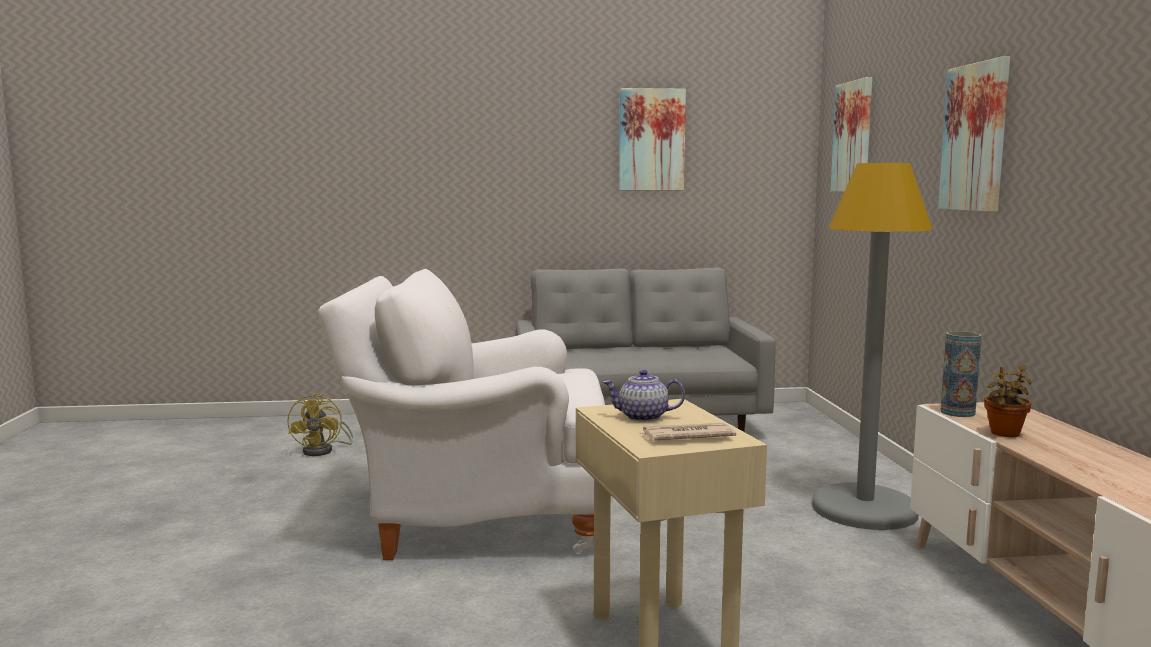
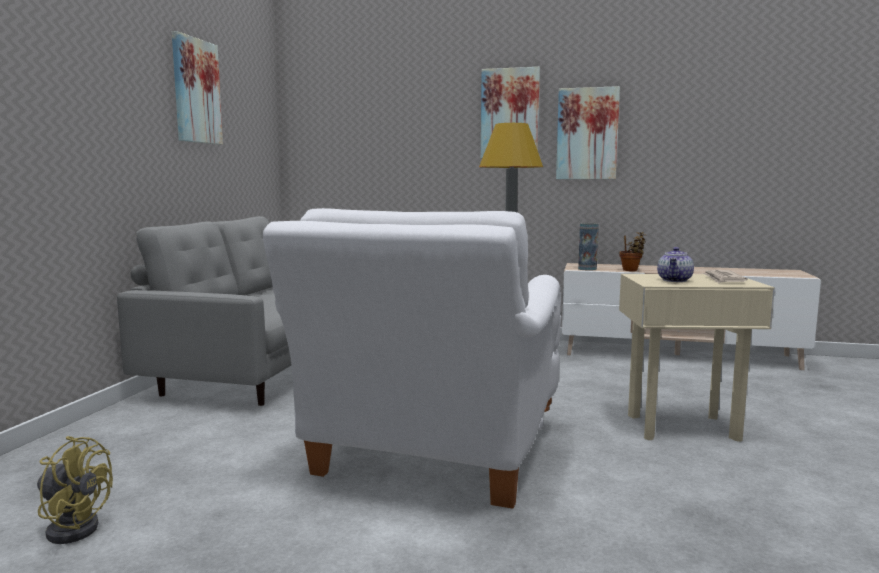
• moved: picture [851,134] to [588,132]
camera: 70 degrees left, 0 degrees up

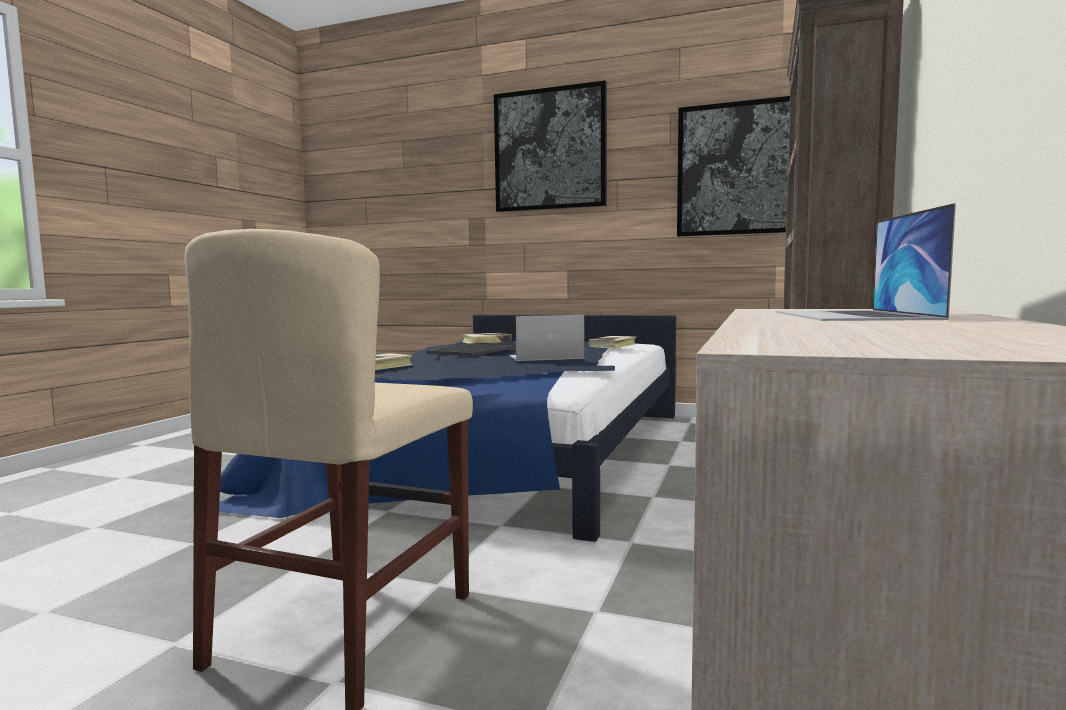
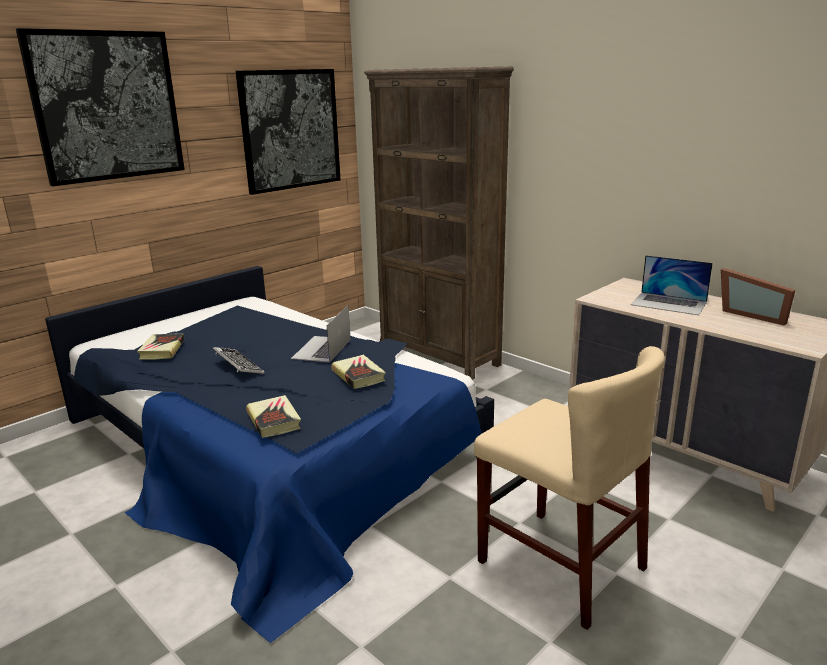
• added: standing frame [758,296]
• moved: bound book [612,342] to [358,372]
• replaced: serving tray [471,349] to keyboard [239,360]
camera: 65 degrees left, 15 degrees up

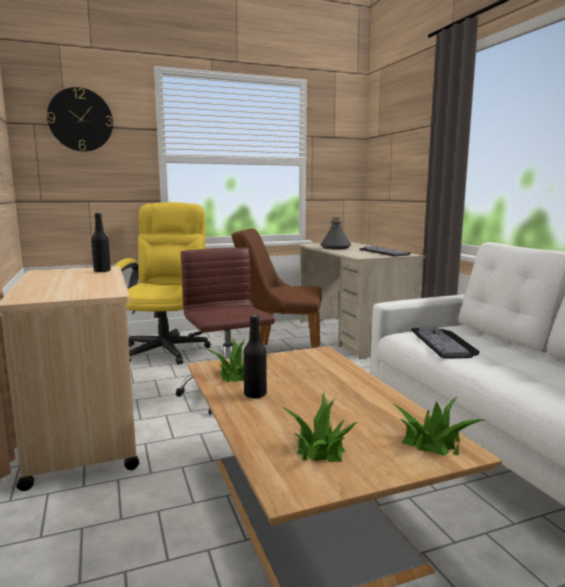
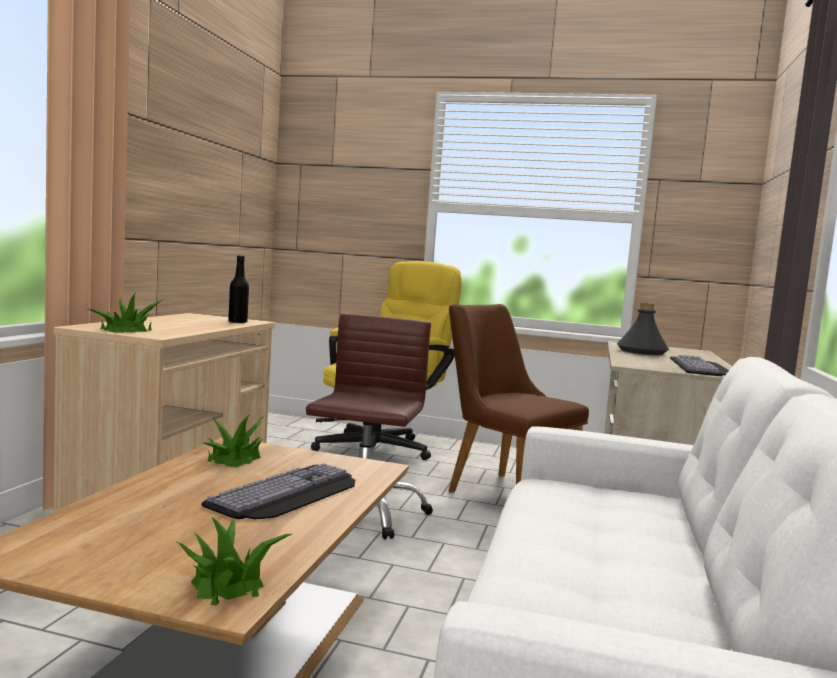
• removed: wall clock [80,119]
• removed: blackish bottle [255,356]
• moved: potted plant [320,427] to [125,312]
• moved: keyboard [445,342] to [278,491]
camera: 35 degrees right, 5 degrees down

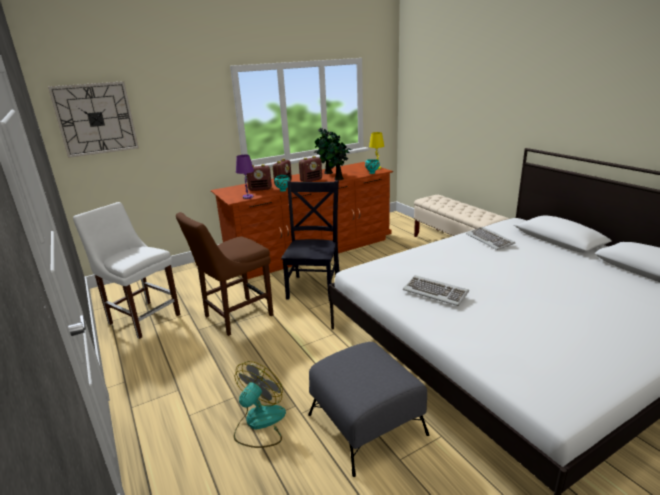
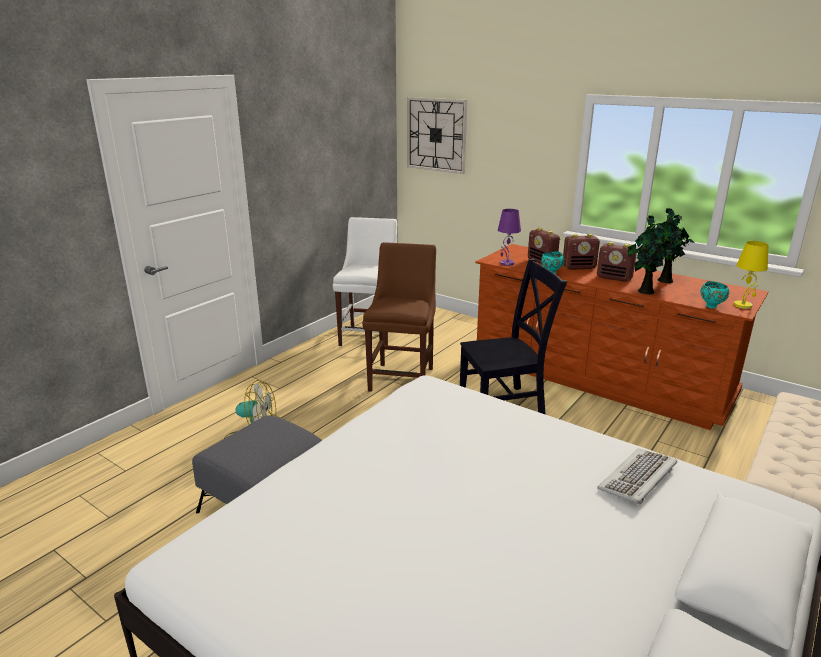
• removed: keyboard [436,290]
• turned: brown plain chair [224,274] = [399,317] 75 degrees clockwise
camera: 65 degrees right, 0 degrees up

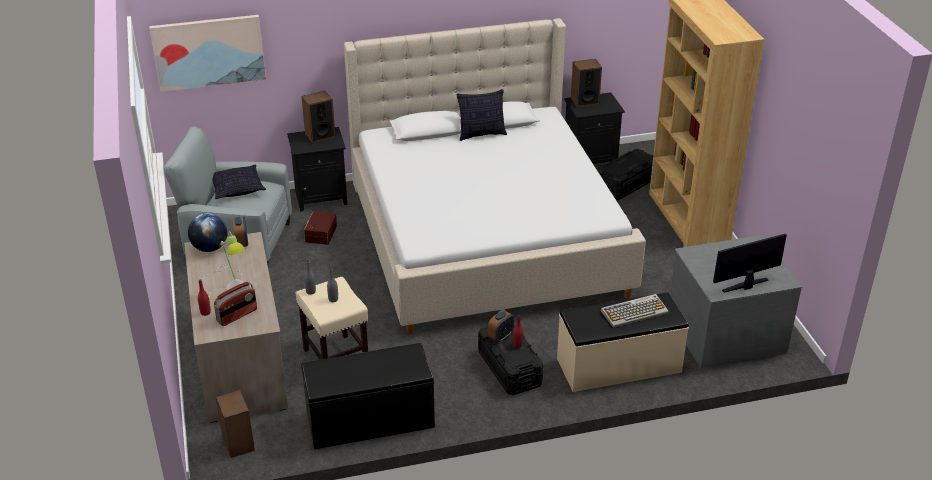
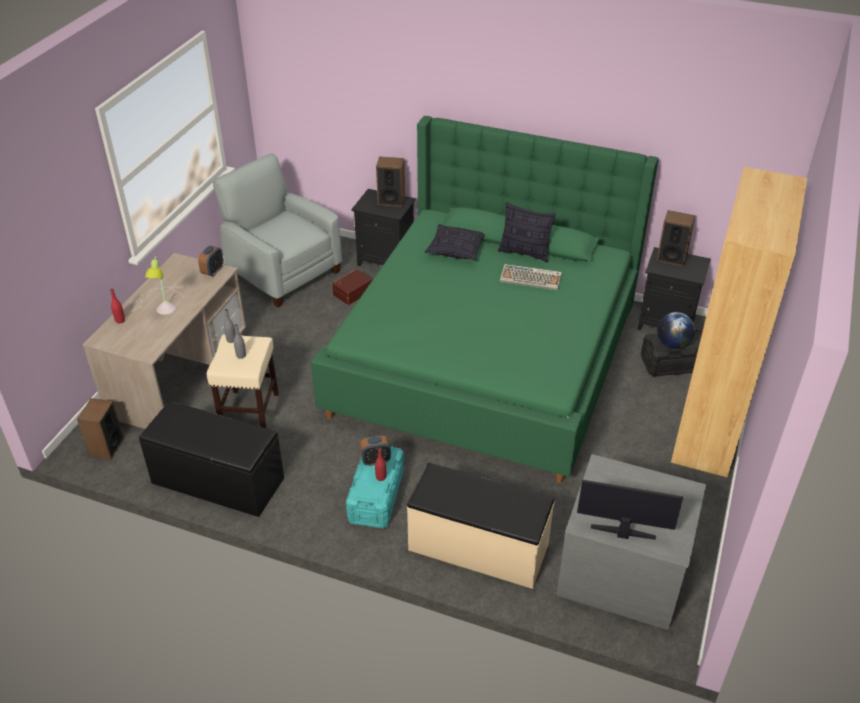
• removed: picture [207,53]
• removed: radio set [235,304]
• moved: world globe [207,232] to [676,330]
• moved: throw pillow [239,181] to [455,242]
• moved: keyboard [634,311] to [531,277]
• recoloured: beige-coloured sleeping bed [495,176] to green sleeping bed [484,299]
• recoloured: blackish storage container [510,360] to blue-green storage container [375,487]
camera: 35 degrees right, 5 degrees up

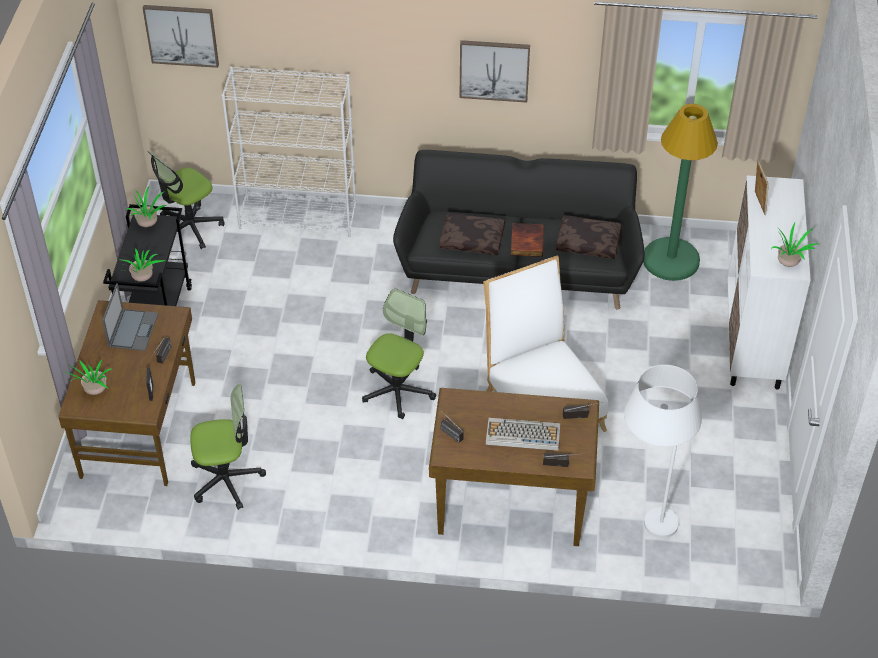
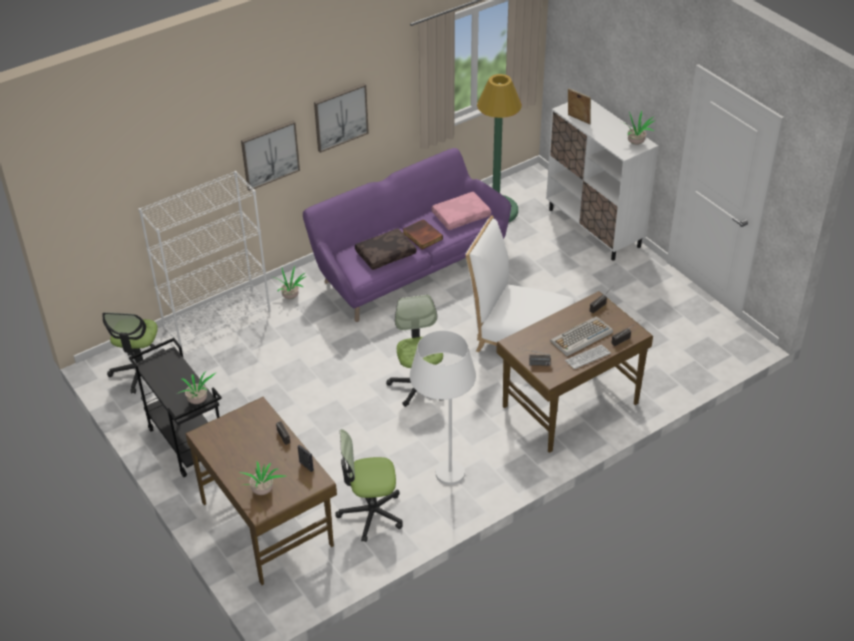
• removed: laptop [130,317]
• added: keyboard [588,357]
• moved: potted plant [146,206] to [290,282]
• moved: picture [181,36] to [270,156]
• moved: white-coloured standard lamp [663,451] to [443,407]
• recoloured: blackish couch [519,230] to purple couch [407,235]
• recoloured: brown throw pillow [589,237] to pink-coloured throw pillow [461,211]
• turned: office chair [228,447] = [369,485] 135 degrees counterclockwise
camera: 40 degrees left, 5 degrees down

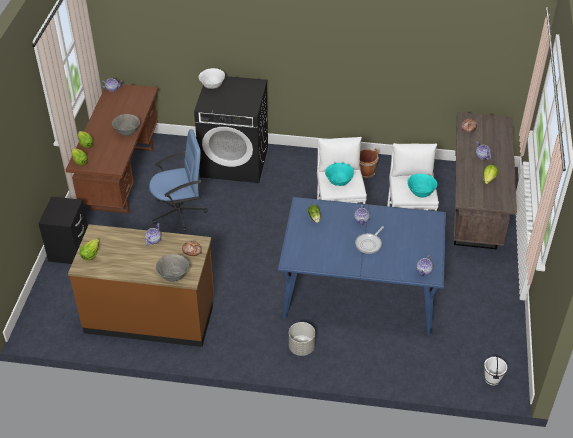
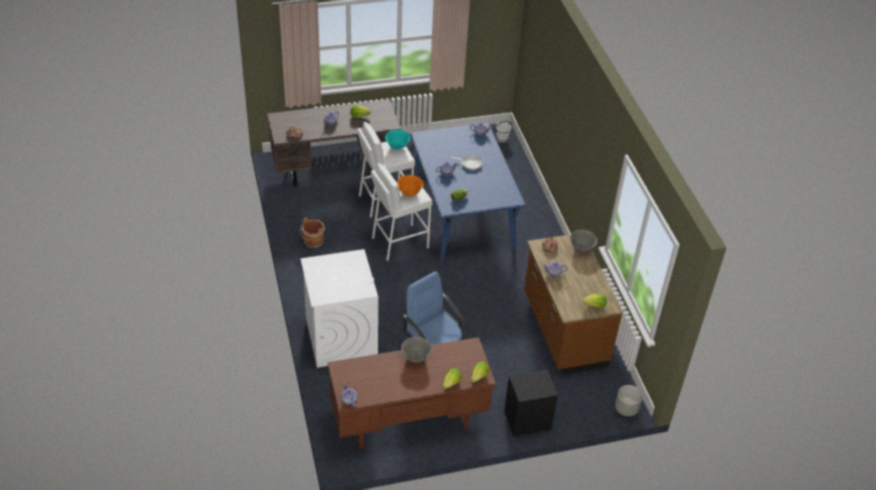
• removed: white-coloured serving bowl [212,78]
• moved: gray plant pot [302,339] to [629,400]
• recoloured: blackish washing machine [231,129] to white-coloured washing machine [339,308]
• recoloured: blue-green serving bowl [339,174] to orange serving bowl [410,185]
camera: 115 degrees left, 0 degrees up

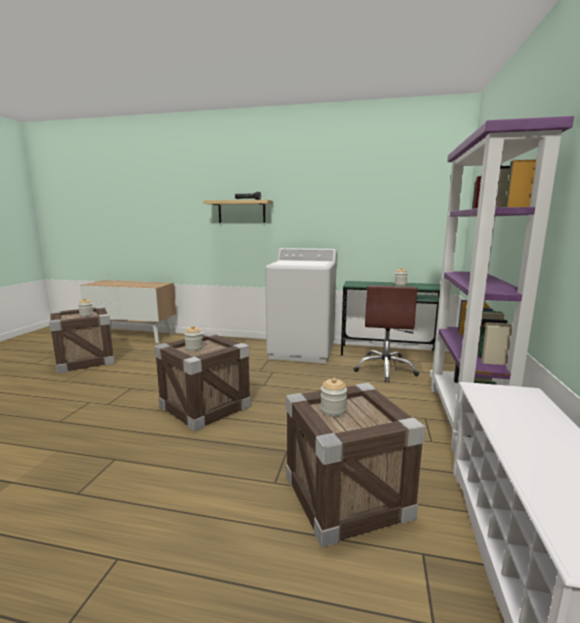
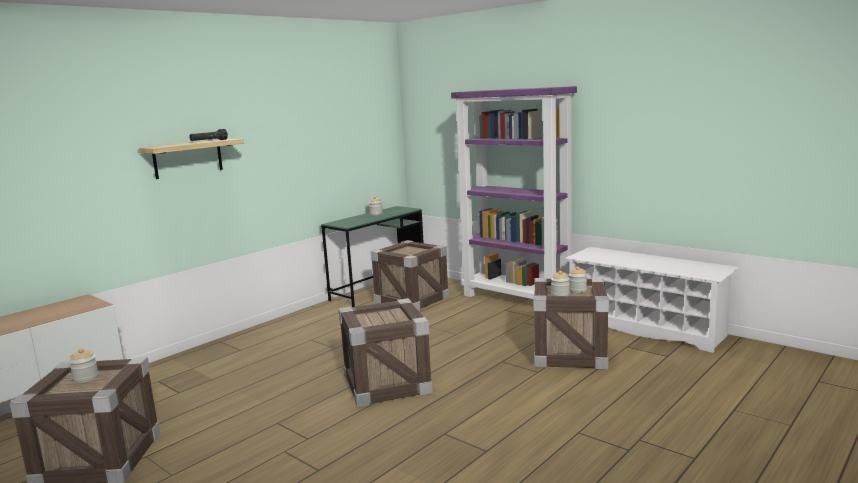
• removed: white-coloured washing machine [301,305]
• moved: jar [193,338] to [577,280]
• replaced: brown office chair [386,334] to packing crate [410,275]
camera: 60 degrees left, 0 degrees up

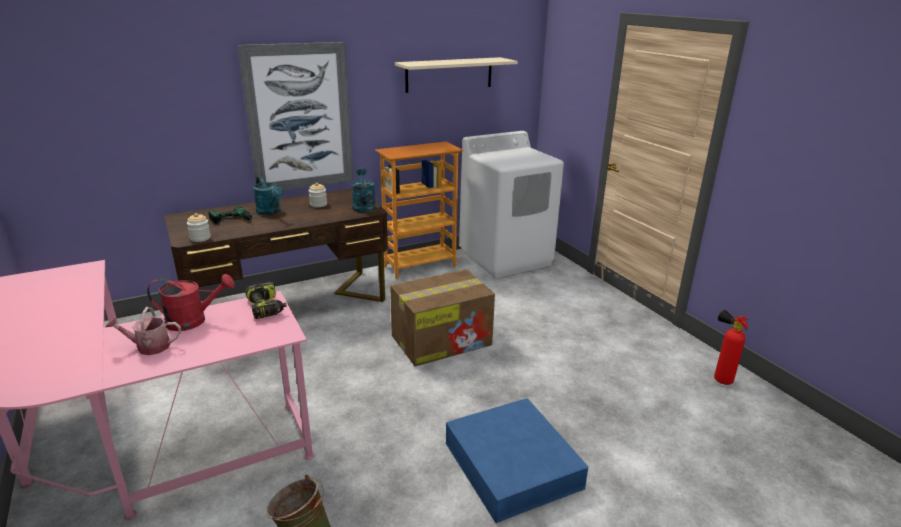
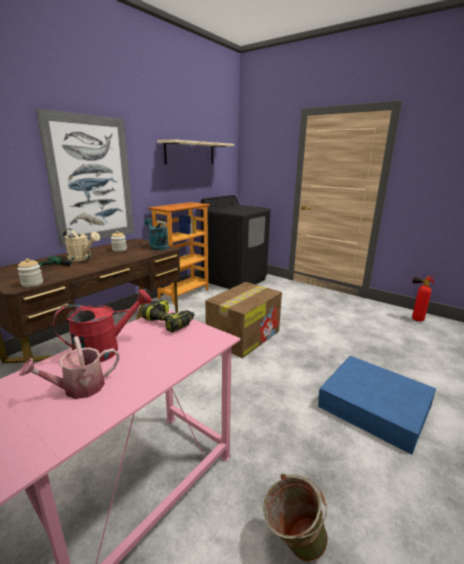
• recoloured: blue-green sprinkling can [268,195] to beige-coloured sprinkling can [81,244]
• recoloured: white-coloured washing machine [511,204] to blackish washing machine [235,242]
camera: 25 degrees left, 5 degrees down

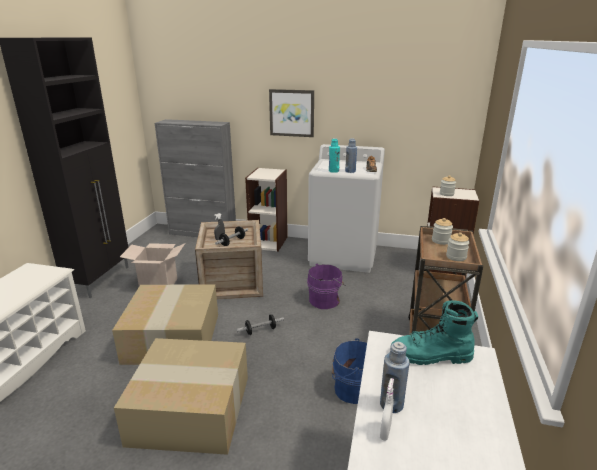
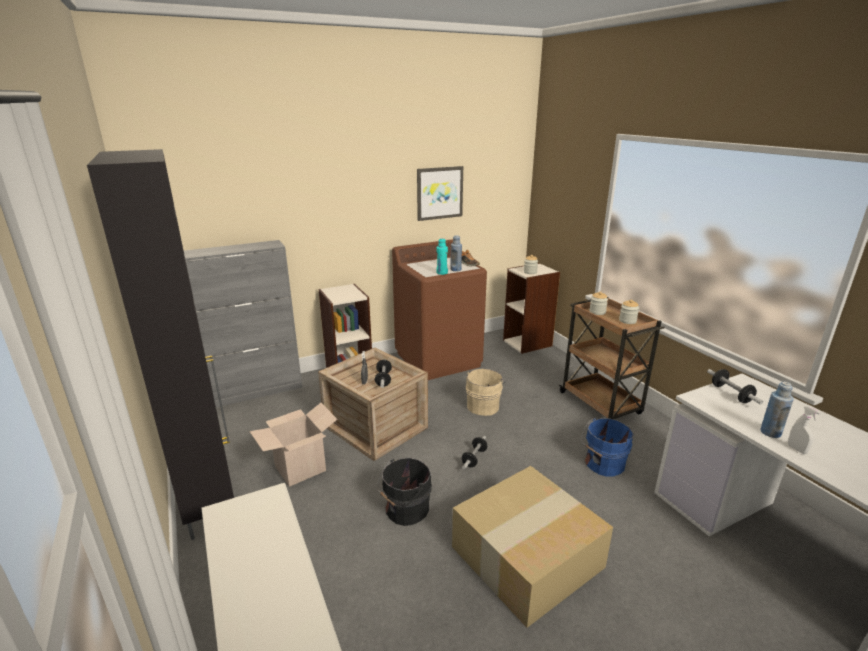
• moved: picture [291,113] to [440,193]
• replaced: carton [165,324] to blackish bucket [404,492]
• replaced: blue-green tall boot [434,333] to dumbbell [735,387]
• recoloured: purple bucket [326,286] to beige-coloured bucket [485,392]
• recoloured: white-coloured washing machine [346,208] to brown washing machine [439,309]
camera: 40 degrees left, 0 degrees up

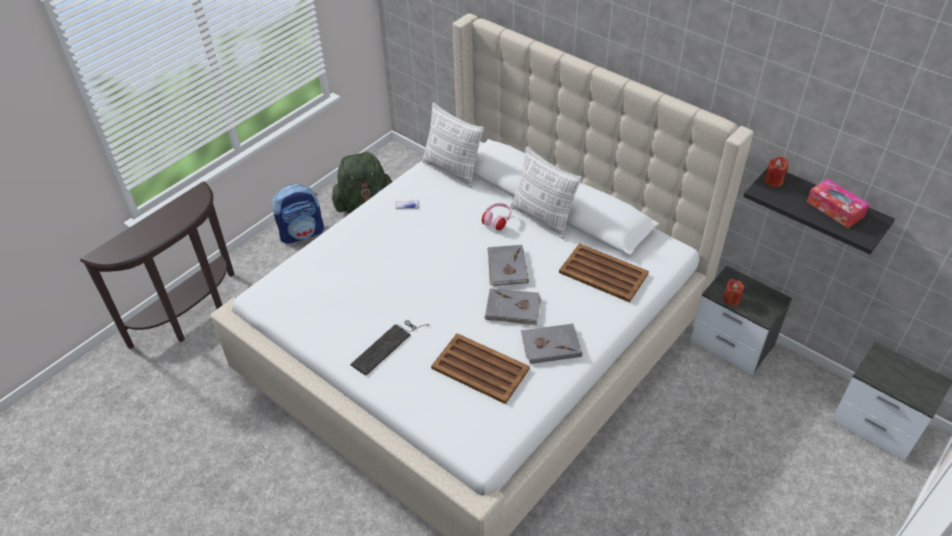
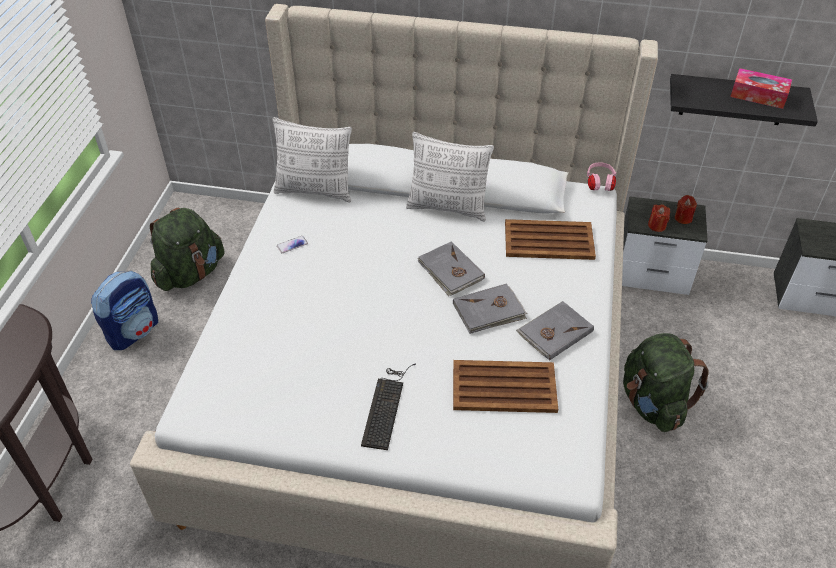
• added: green knapsack [666,382]
• moved: pink-coloured headphones [496,216] to [601,176]
• moved: reddish candle [776,171] to [686,209]
camera: 30 degrees left, 0 degrees up

